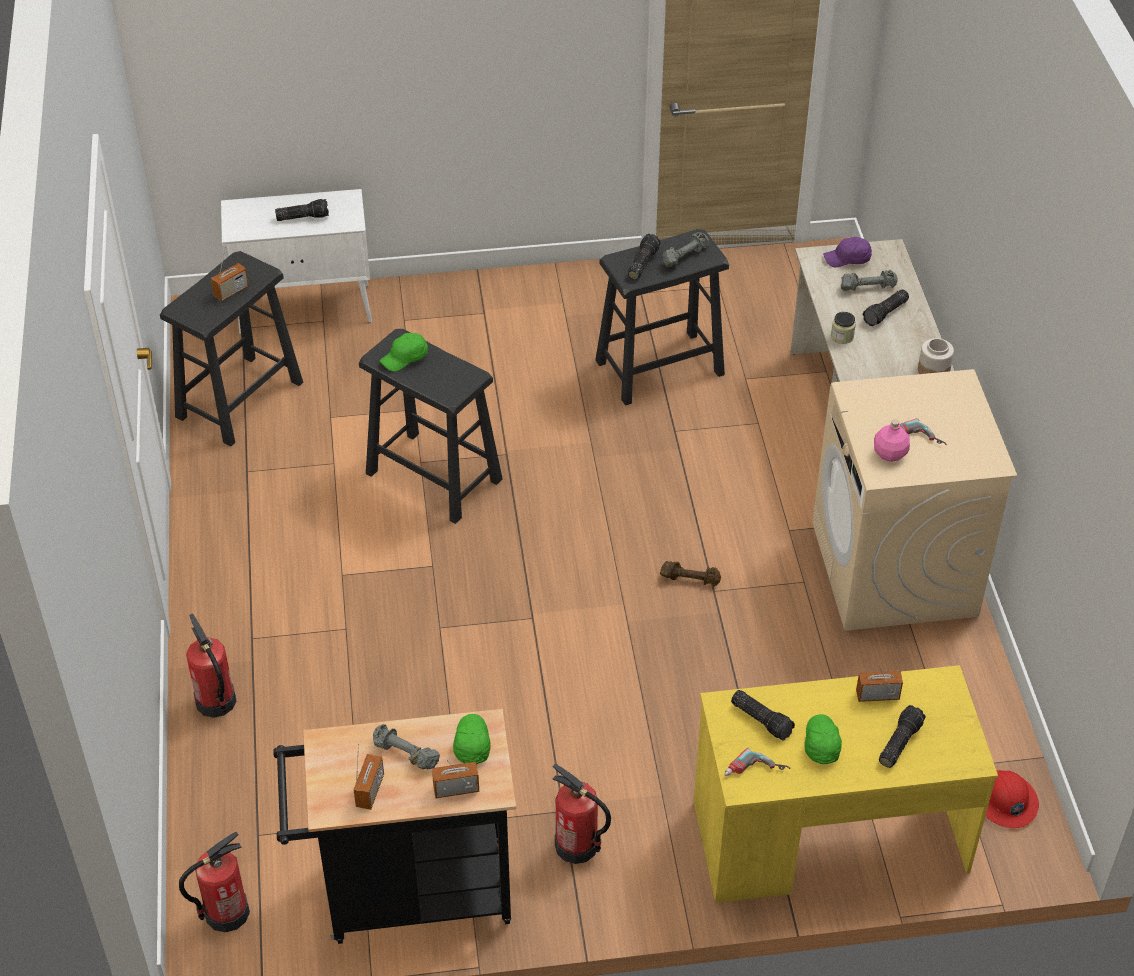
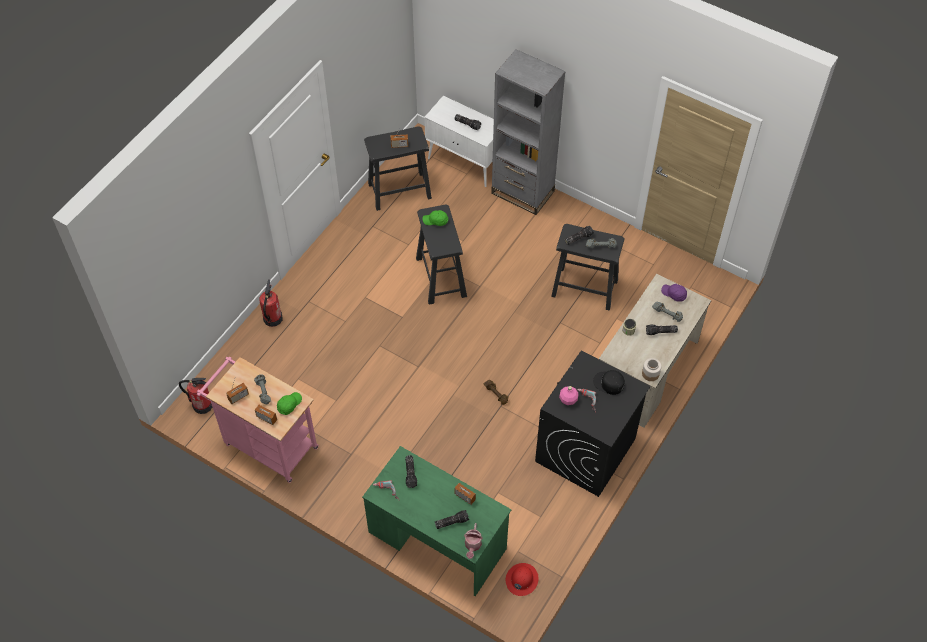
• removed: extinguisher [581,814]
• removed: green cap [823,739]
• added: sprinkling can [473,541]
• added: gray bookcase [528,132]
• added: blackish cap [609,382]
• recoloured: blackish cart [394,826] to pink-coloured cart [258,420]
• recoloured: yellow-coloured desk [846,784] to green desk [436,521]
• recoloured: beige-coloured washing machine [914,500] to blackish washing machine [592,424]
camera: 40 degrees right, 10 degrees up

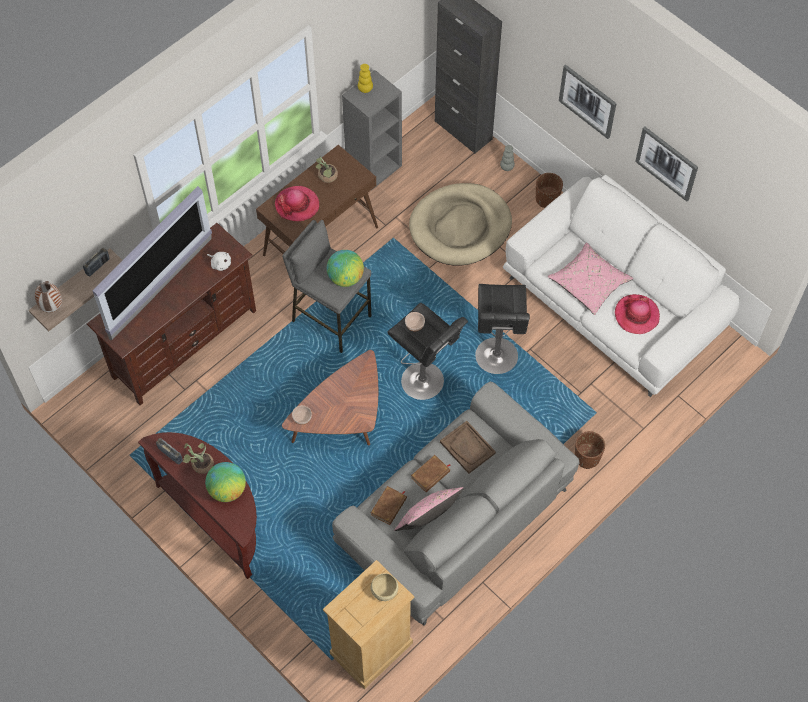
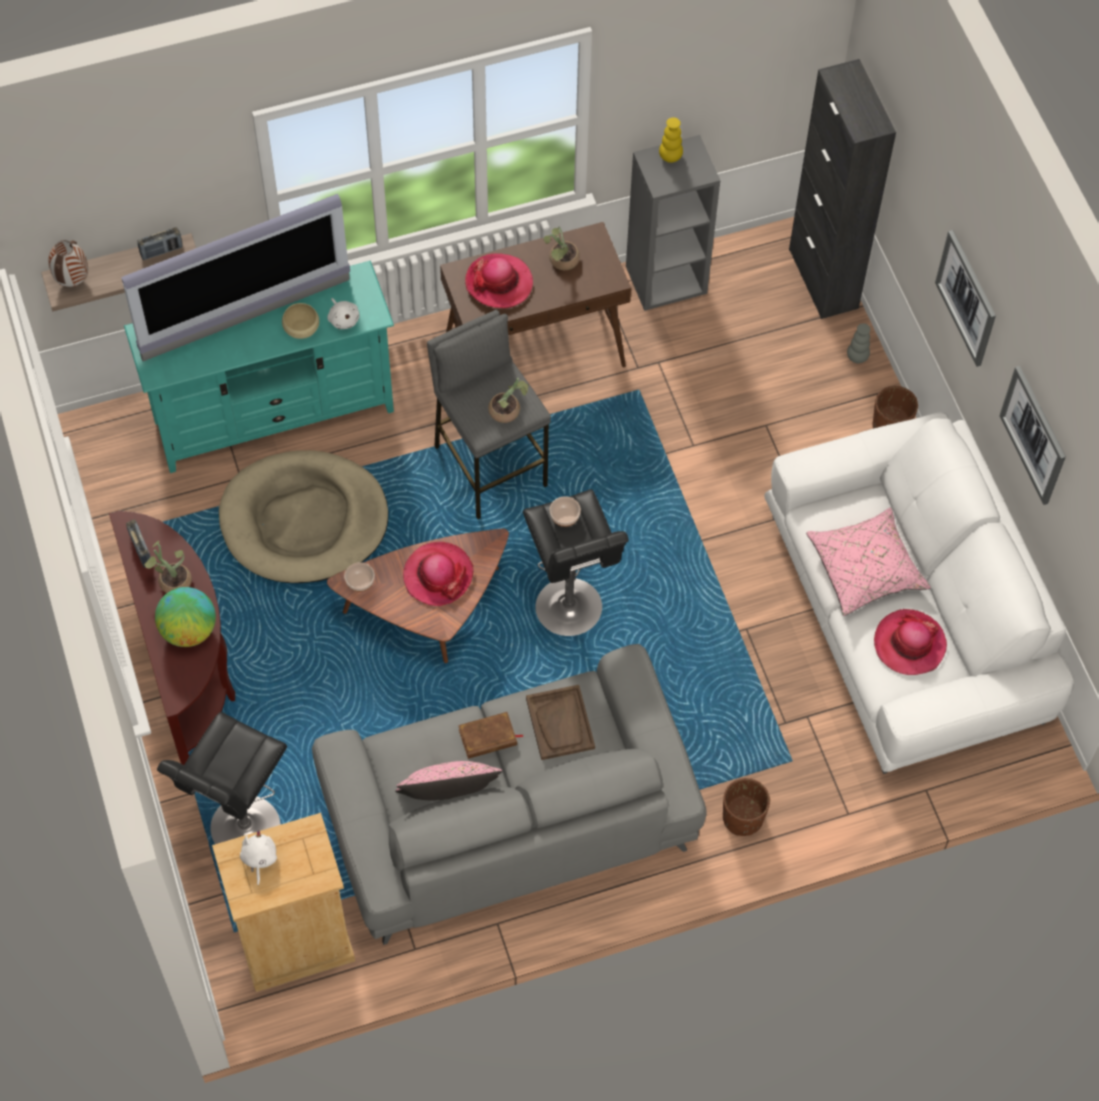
• removed: brown bound book [389,505]
• added: white-coloured cuddly toy [258,857]
• added: wearable hat [438,574]
• moved: beige-coloured serving bowl [384,587] to [300,321]
• moved: beige-coloured dog bed [460,224] to [303,516]
• moved: blackish stool [502,329] to [222,778]
• replaced: world globe [345,268] to potted plant [508,400]
• recoloured: brown tv unit [171,314] to blue-green tv unit [259,367]
camera: 25 degrees right, 0 degrees up

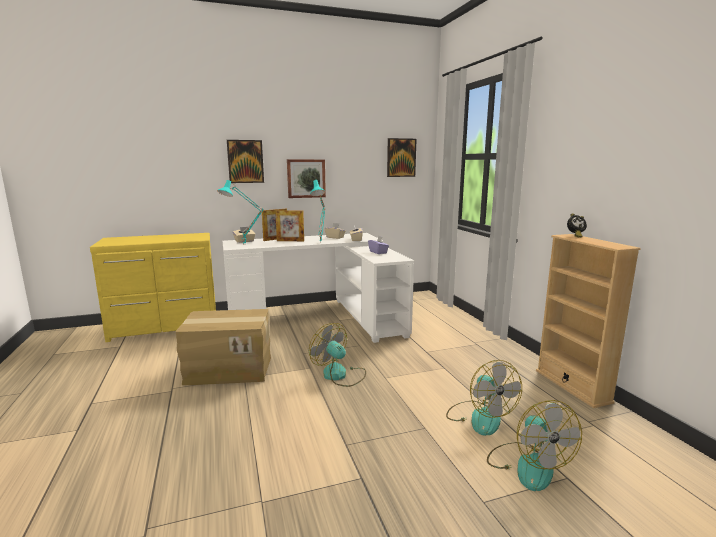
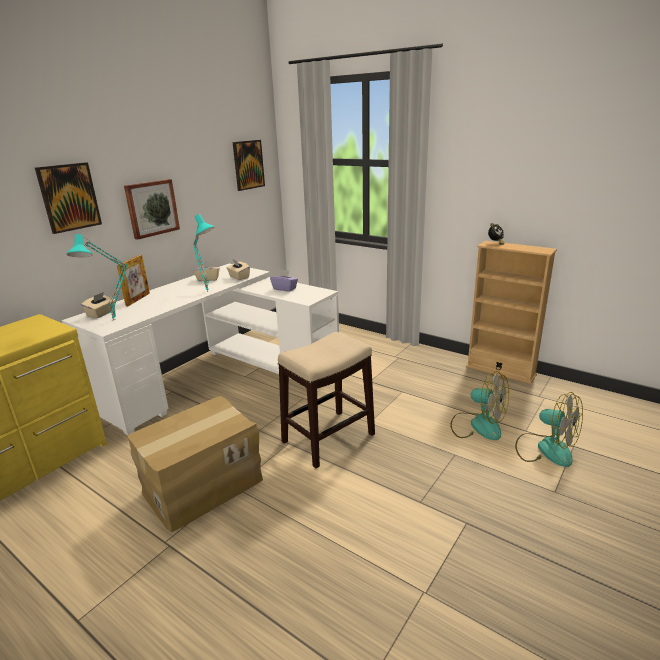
• removed: standing frame [289,225]
• replaced: electric fan [337,355] to stool [326,400]
camera: 35 degrees left, 10 degrees up

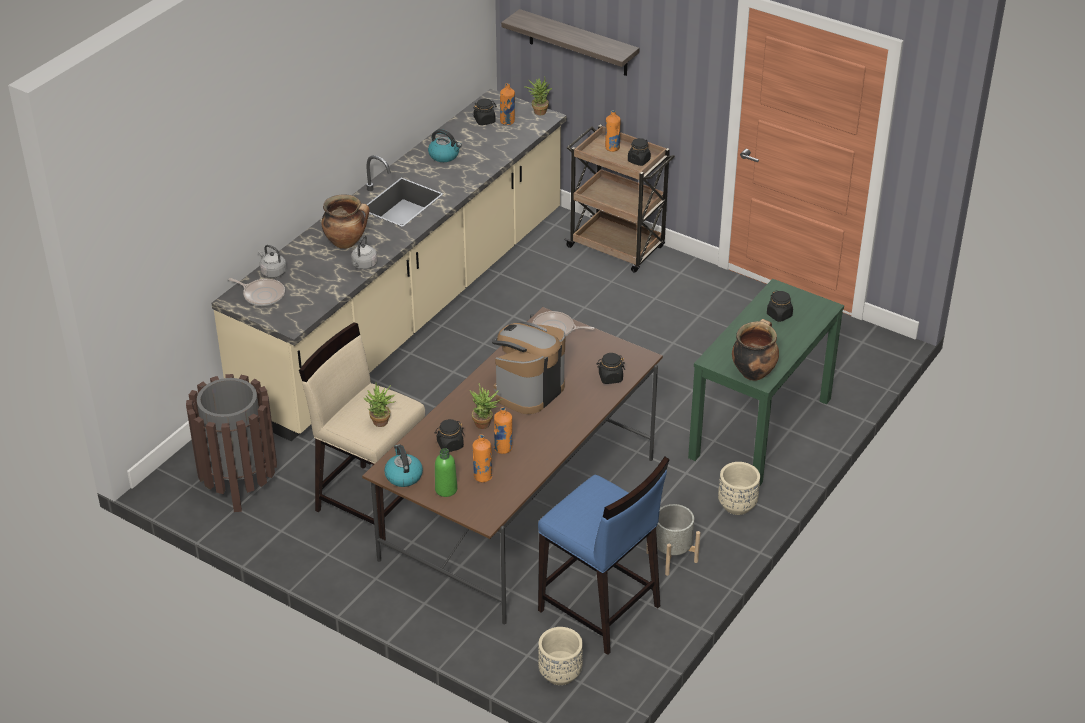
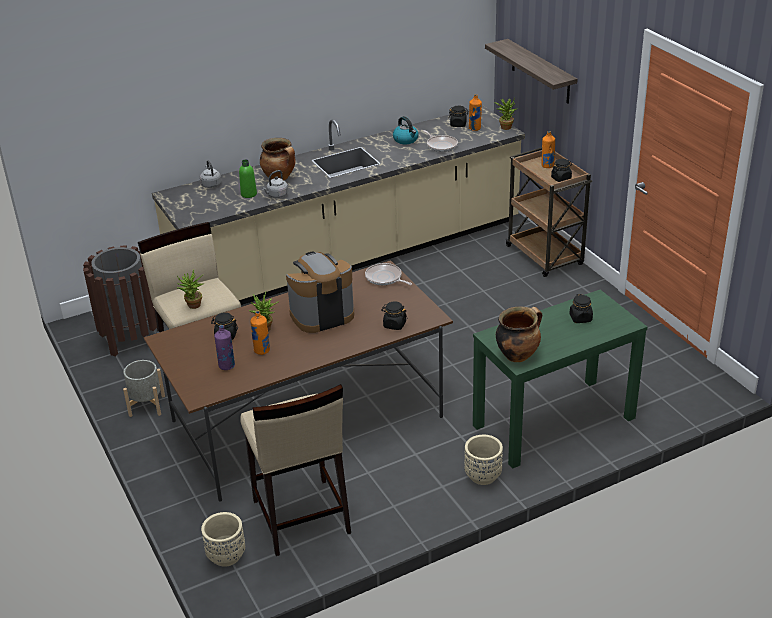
• removed: water kettle [403,465]
• moved: skillet [256,292] to [440,141]
• moved: green bottle [446,472] to [248,178]
• moved: gray plant pot [673,540] to [144,388]
• recoloured: orange bottle [482,458] to purple bottle [224,347]
• recoloured: blue stool [604,556] to beige-coloured stool [295,470]
camera: 30 degrees right, 5 degrees down

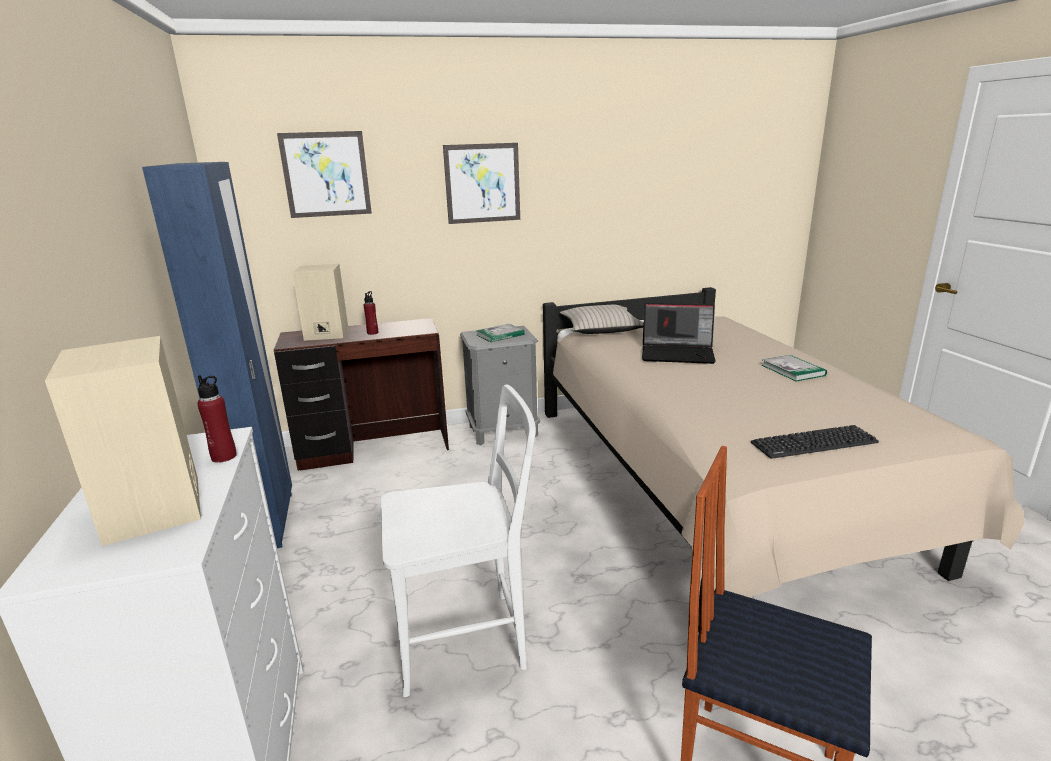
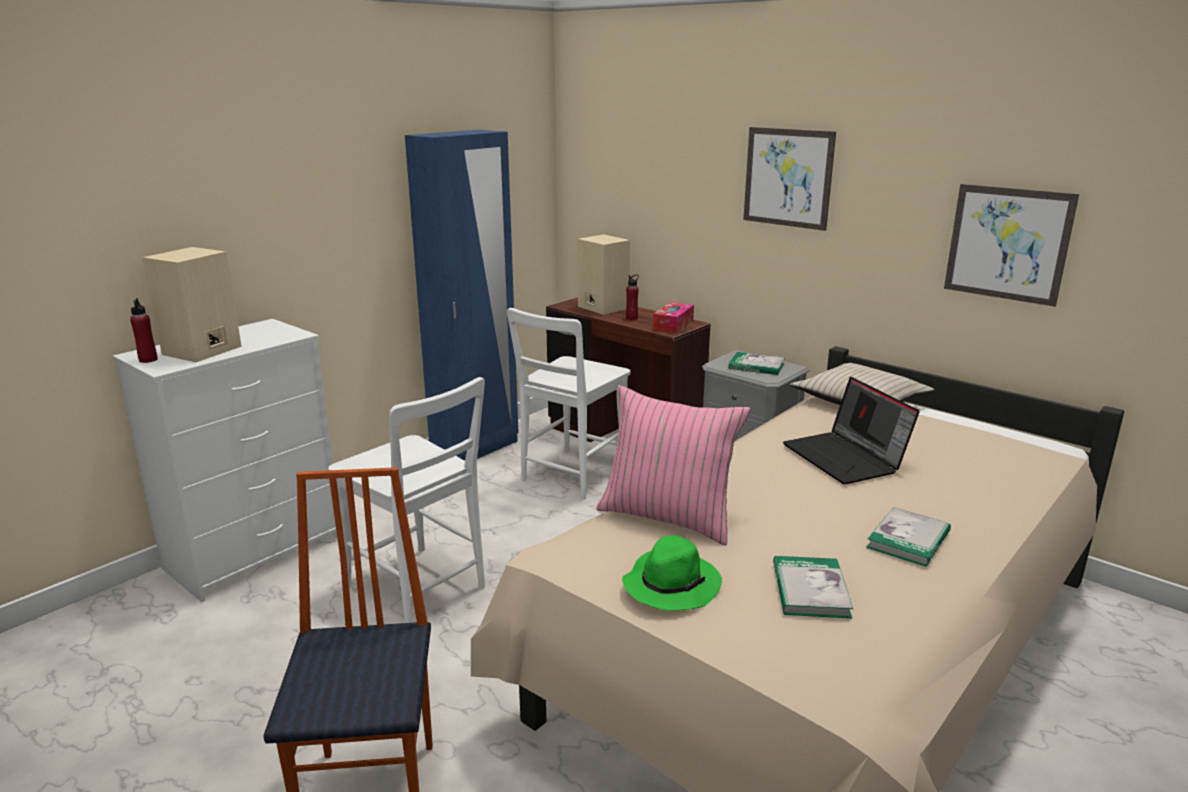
• added: white-coloured plain chair [568,404]
• added: pink-coloured throw pillow [673,465]
• added: tissue box [673,317]
• added: bound book [813,587]
• moved: reddish bottle [217,419] to [144,330]
• moved: picture [324,174] to [1011,245]
• replaced: keyboard [815,442] to green wearable hat [672,573]
camera: 55 degrees right, 0 degrees up

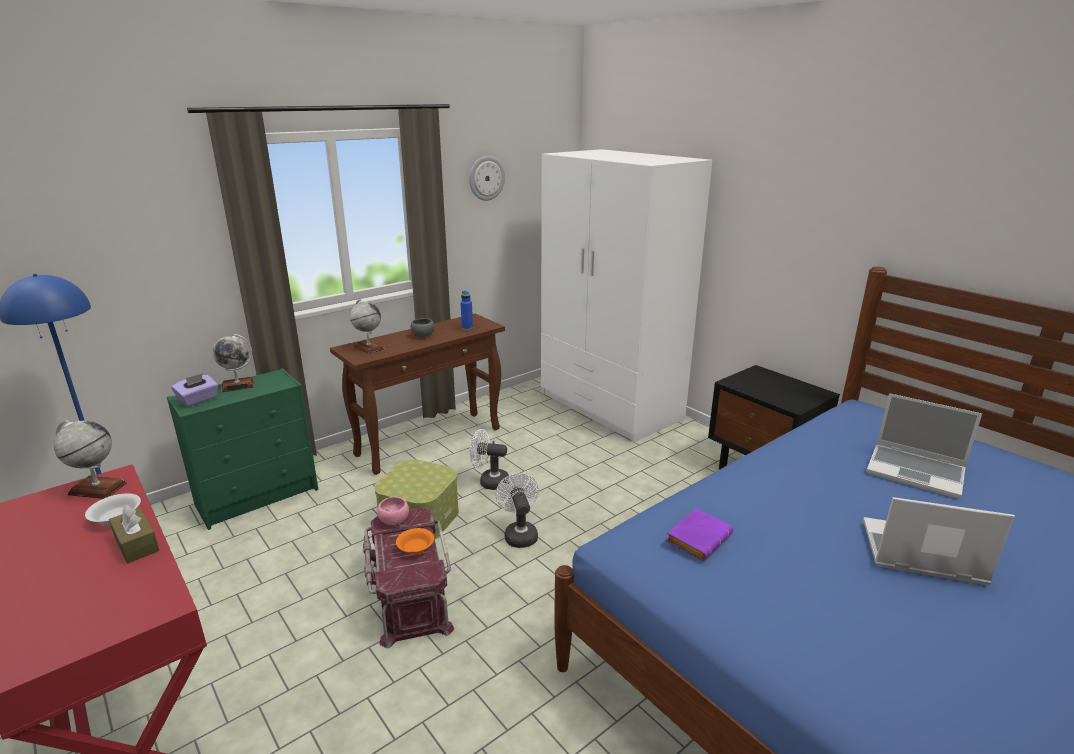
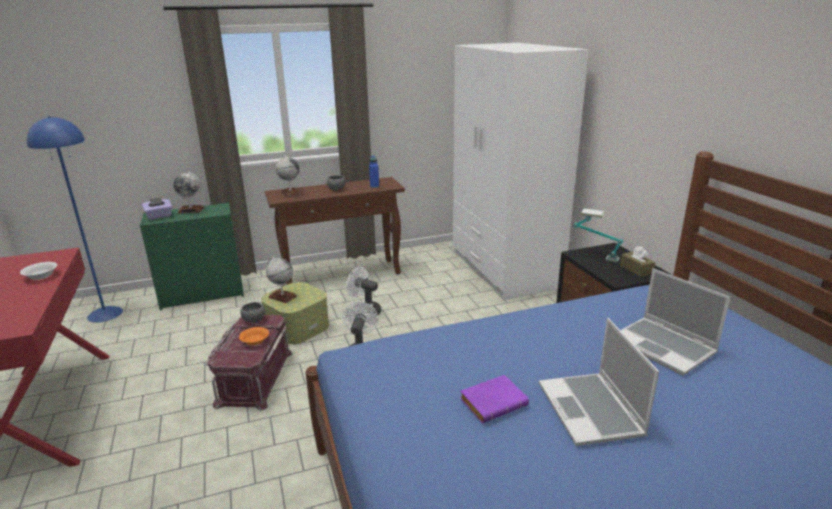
• removed: wall clock [487,178]
• added: table lamp [598,235]
• moved: world globe [90,459] to [281,280]
• moved: brown tissue box [134,534] to [637,261]
• moved: purple bound book [699,534] to [494,399]
• recoloured: pink-coloured serving bowl [393,511] to gray serving bowl [252,312]
• turned: laptop [939,541] = [599,382] 135 degrees counterclockwise
camera: 20 degrees right, 0 degrees up

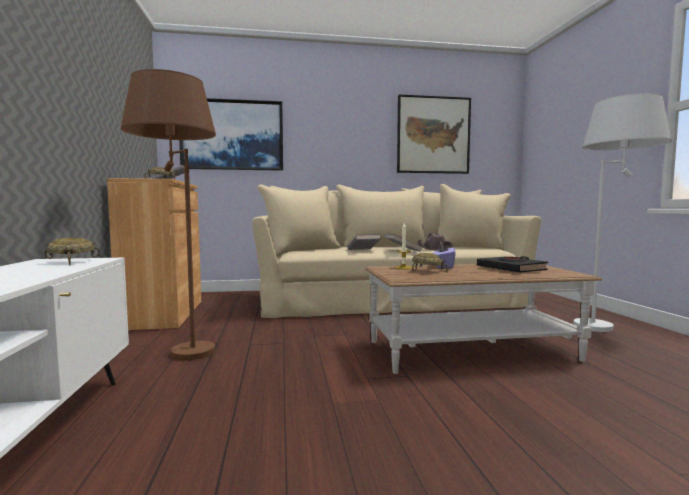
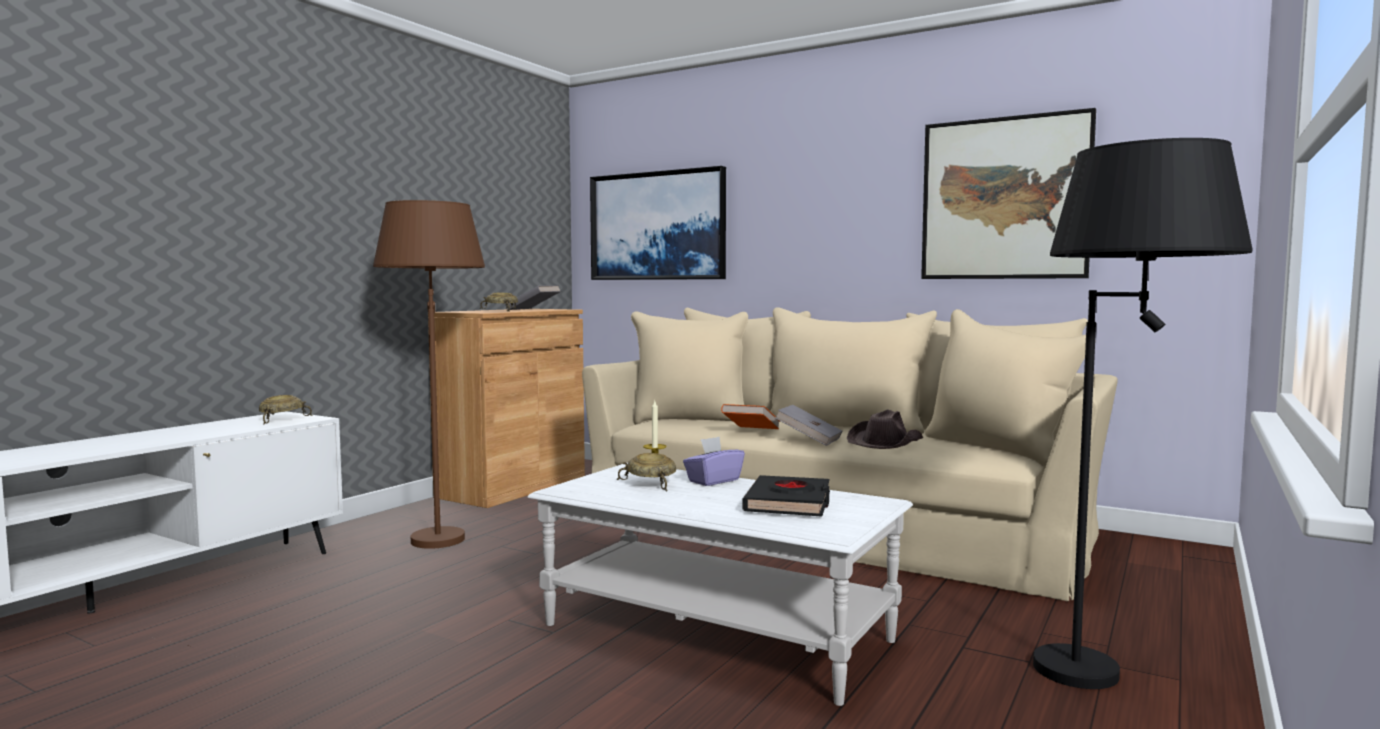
• recoloured: gray bound book [364,242] to orange bound book [750,416]
• recoloured: brown lounge table [483,319] to white-coloured lounge table [720,584]
• recoloured: white-coloured standard lamp [623,212] to blackish standard lamp [1142,413]
camera: 40 degrees right, 0 degrees up

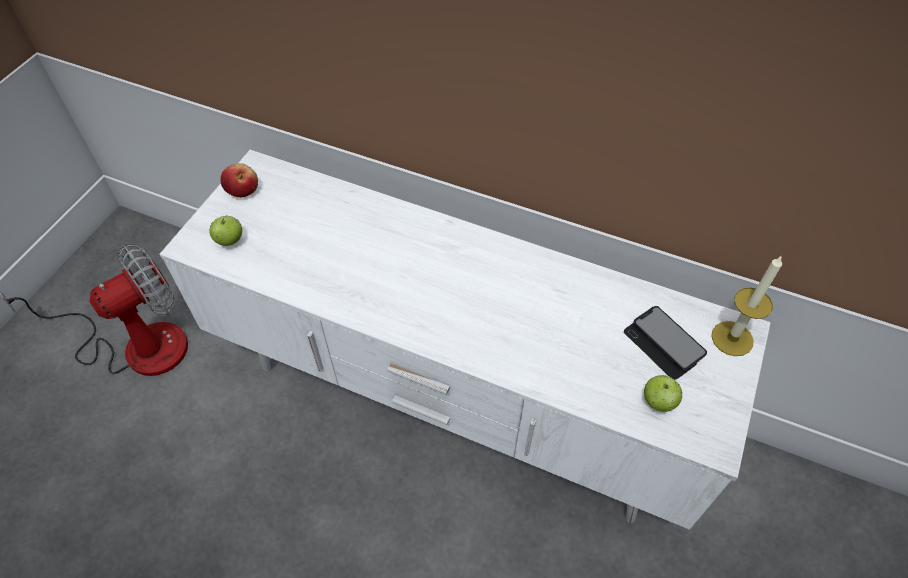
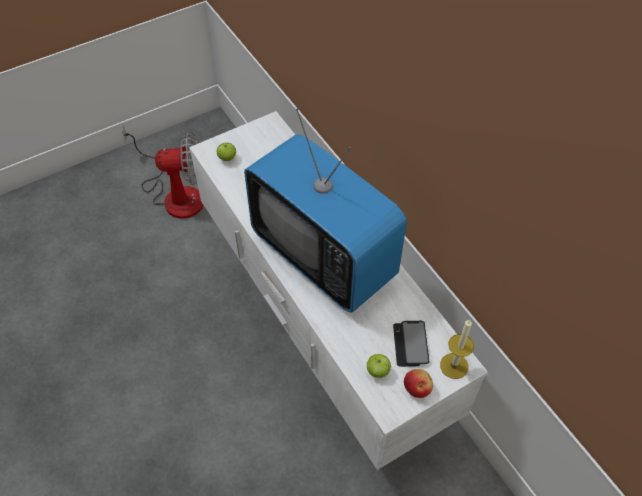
• added: TV set [325,210]
• moved: apple [239,180] to [418,383]
camera: 35 degrees right, 0 degrees up

